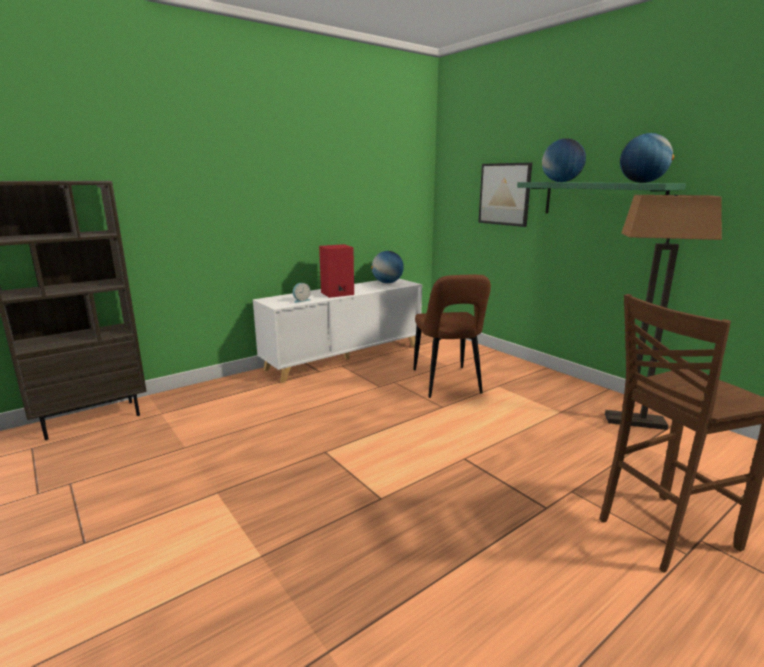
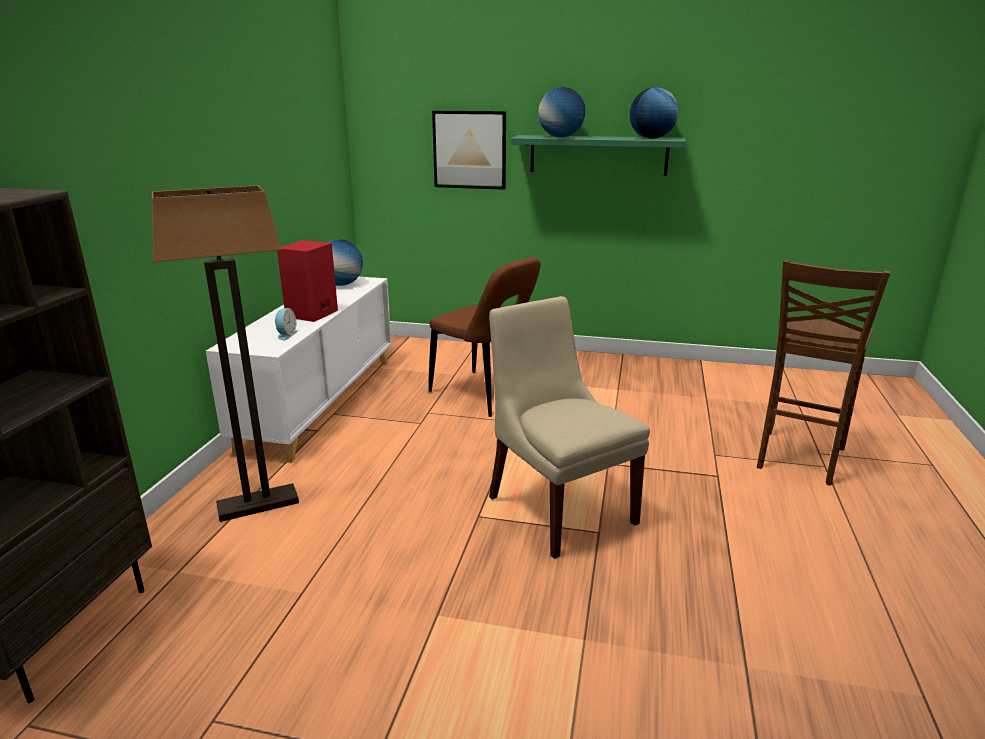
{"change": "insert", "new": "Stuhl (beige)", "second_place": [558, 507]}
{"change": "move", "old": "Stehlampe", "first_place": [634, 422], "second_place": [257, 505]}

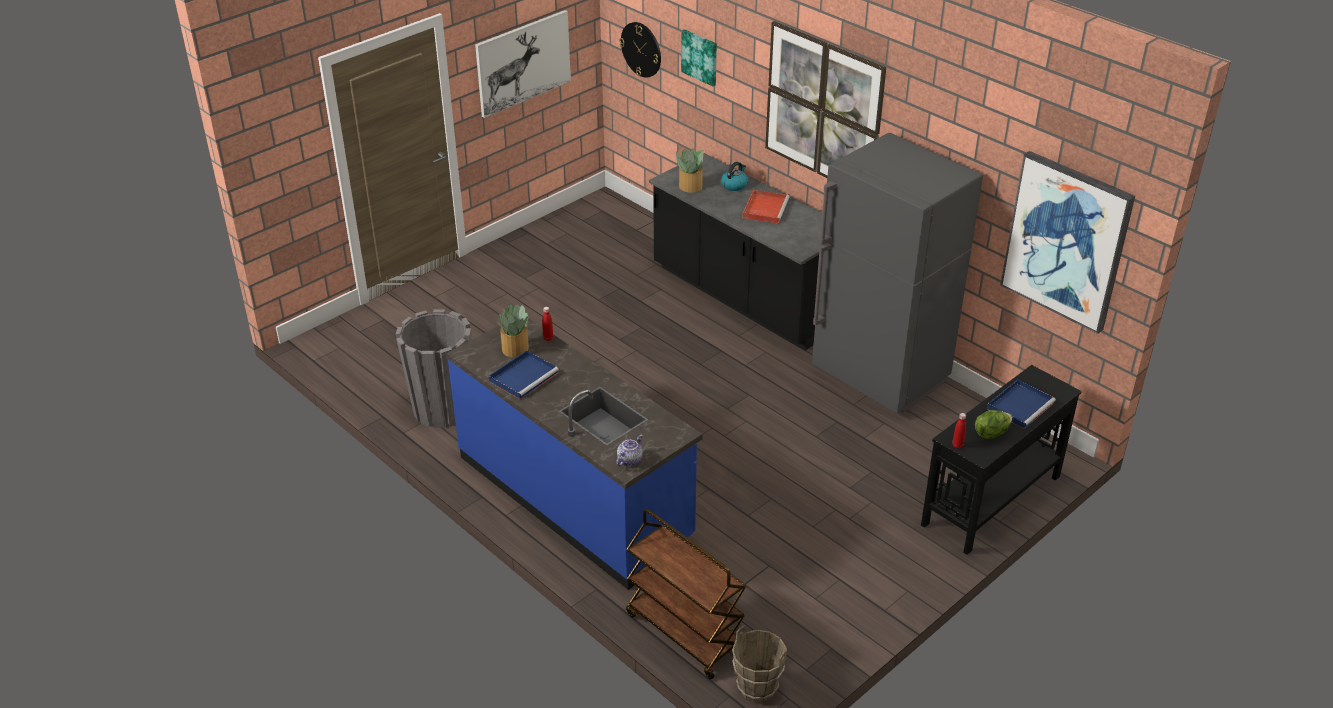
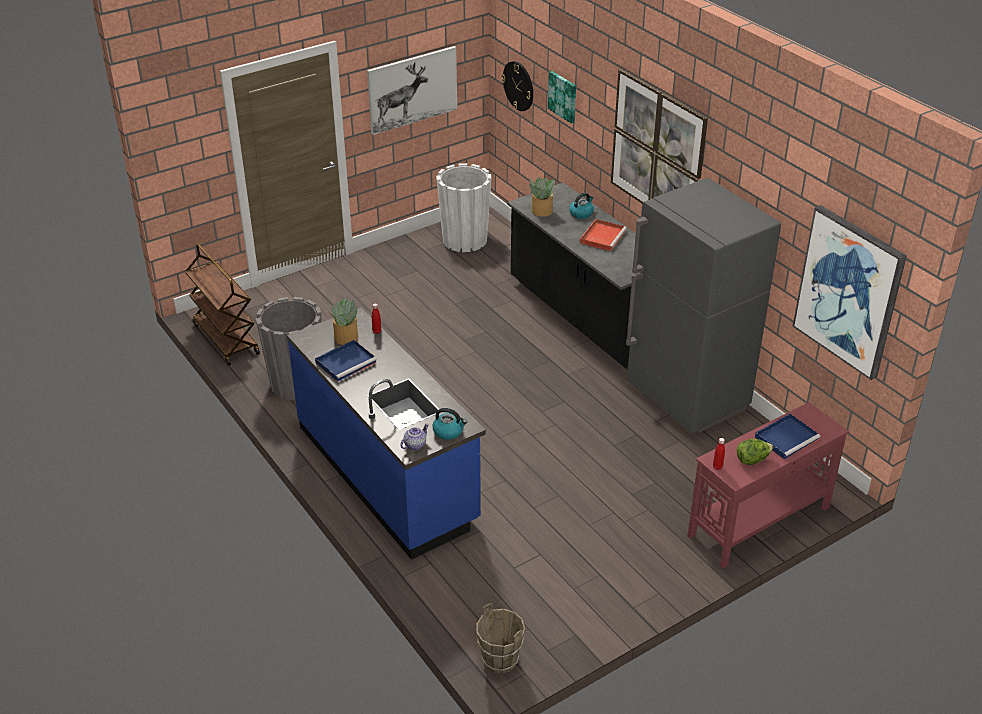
{"change": "insert", "new": "Wasserkessel", "second_place": [448, 431]}
{"change": "insert", "new": "Pflanzkübel (weiß)", "second_place": [464, 240]}
{"change": "move", "old": "Rollwagen (braun)", "first_place": [684, 633], "second_place": [225, 339]}
{"change": "recolor", "old": "Konsolentisch (schwarz)", "new": "Konsolentisch (rot)", "first_place": [990, 500], "second_place": [758, 522]}

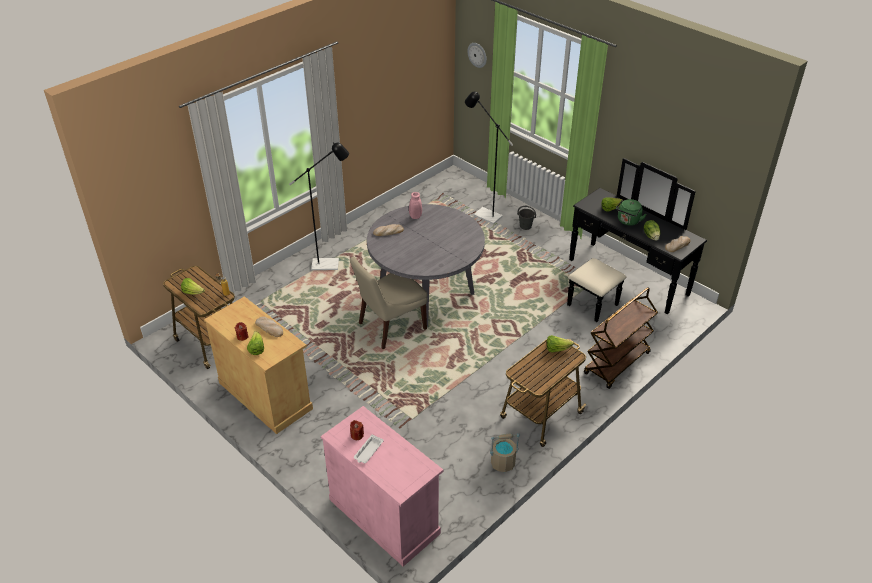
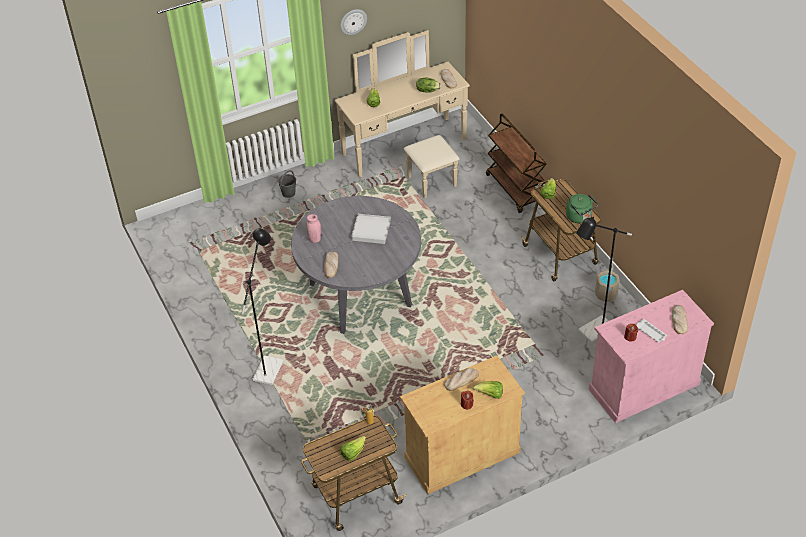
{"change": "delete", "old": "Stuhl (beige)", "first_place": [390, 327]}
{"change": "insert", "new": "Tablett (weiß)", "second_place": [371, 230]}
{"change": "insert", "new": "Brot", "second_place": [679, 320]}
{"change": "move", "old": "Stehlampe (schwarz)", "first_place": [483, 214], "second_place": [591, 332]}
{"change": "move", "old": "Wanduhr", "first_place": [477, 55], "second_place": [353, 21]}
{"change": "move", "old": "Wasserkessel (grün)", "first_place": [628, 221], "second_place": [580, 217]}
{"change": "recolor", "old": "Kommode (schwarz)", "new": "Kommode (beige)", "first_place": [620, 283], "second_place": [411, 154]}

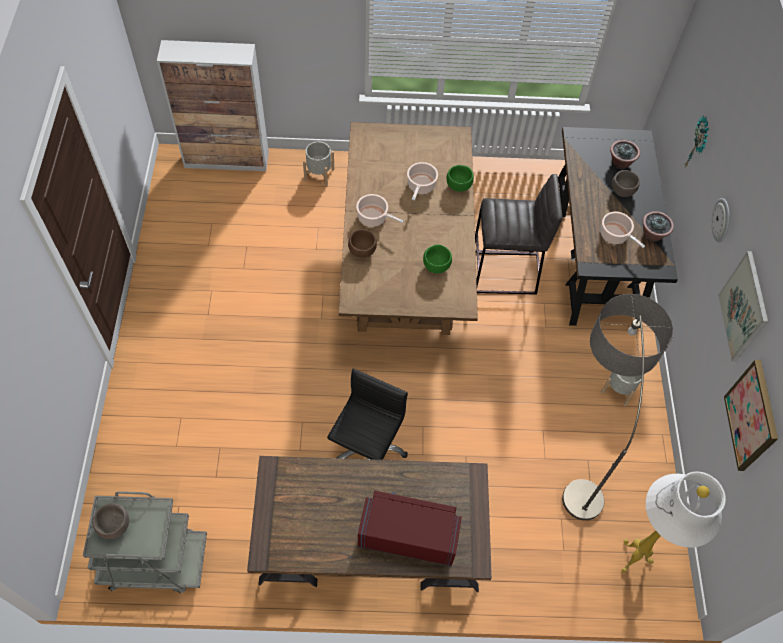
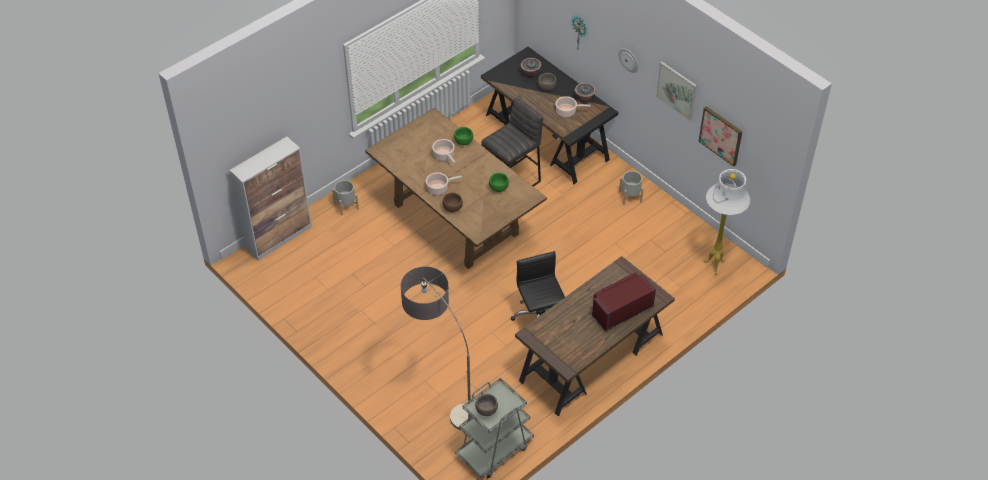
{"change": "move", "old": "Stehlampe", "first_place": [579, 453], "second_place": [441, 395]}

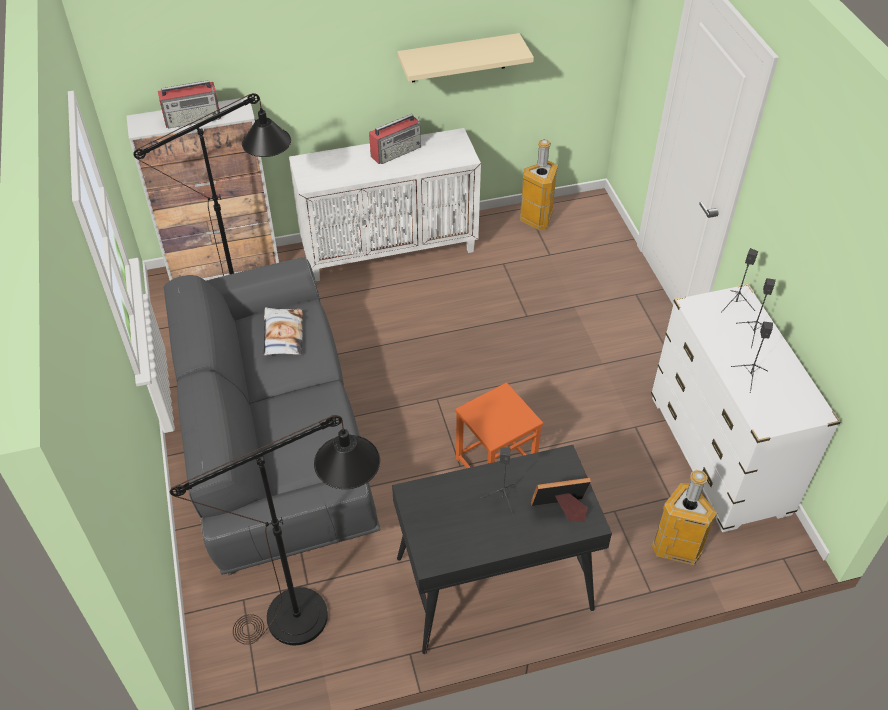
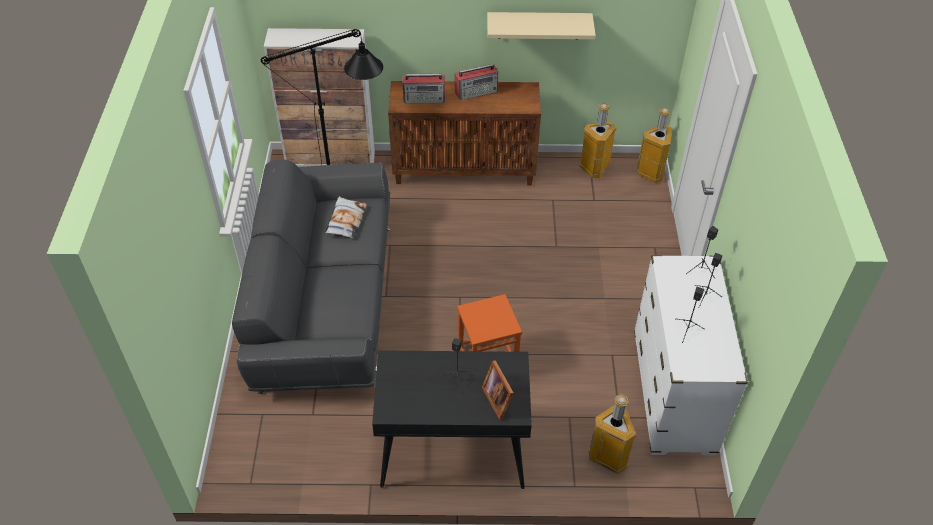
{"change": "delete", "old": "Stehlampe (schwarz)", "first_place": [315, 612]}
{"change": "insert", "new": "Mülleimer", "second_place": [652, 173]}
{"change": "move", "old": "Radio", "first_place": [193, 118], "second_place": [425, 98]}
{"change": "recolor", "old": "Schrank (weiß)", "new": "Schrank (braun)", "first_place": [390, 249], "second_place": [465, 170]}
{"change": "rotate", "old": "Bilderrahmen", "first_place": [561, 509], "second_place": [499, 398], "degrees": -120}

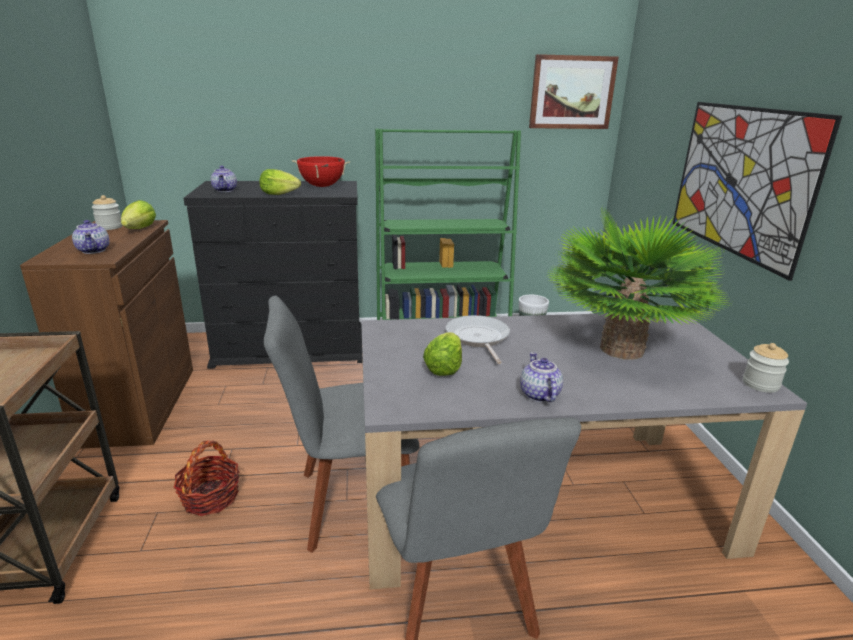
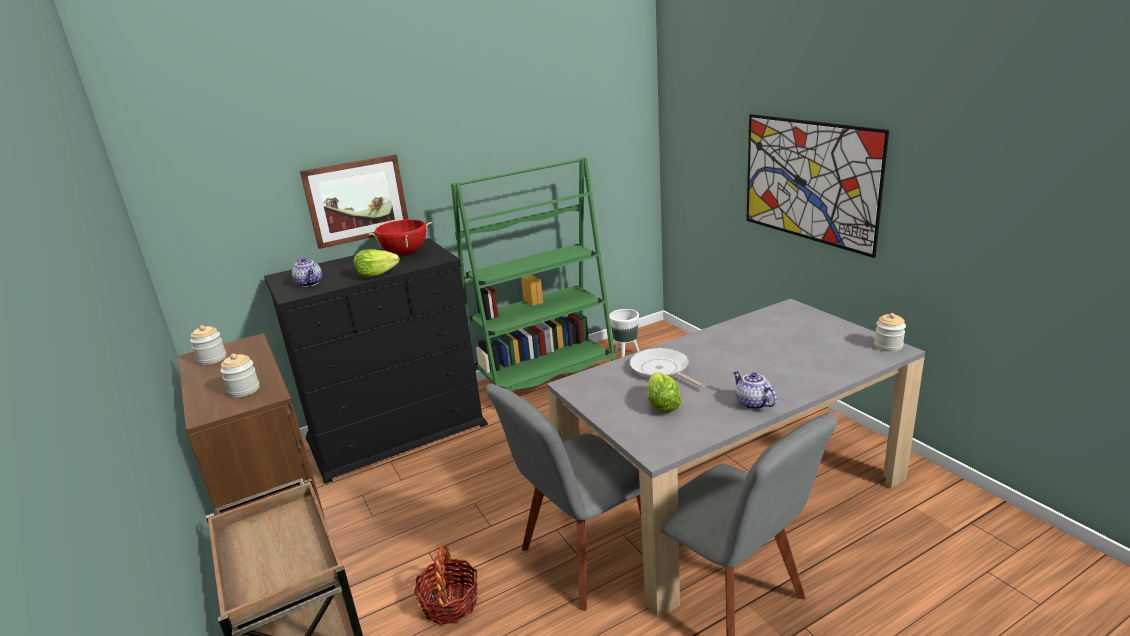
{"change": "delete", "old": "Salatkopf", "first_place": [140, 229]}
{"change": "delete", "old": "Topfpflanze", "first_place": [622, 349]}
{"change": "move", "old": "Bild", "first_place": [572, 92], "second_place": [356, 200]}
{"change": "replace", "old": "Teekanne", "new": "Vorratsglas", "first_place": [94, 250], "second_place": [244, 390]}

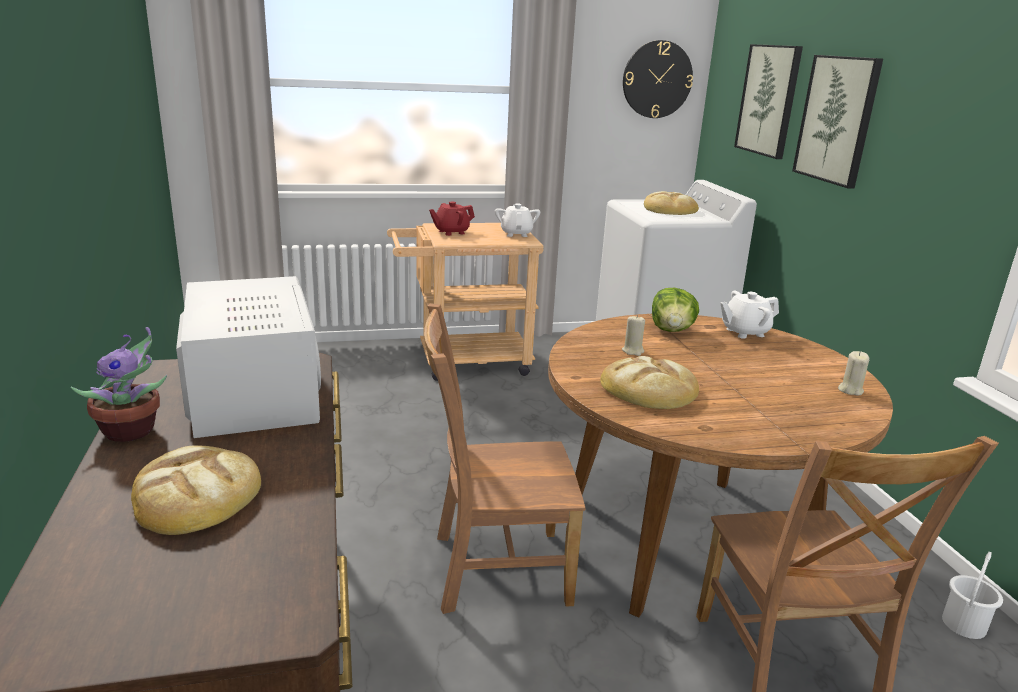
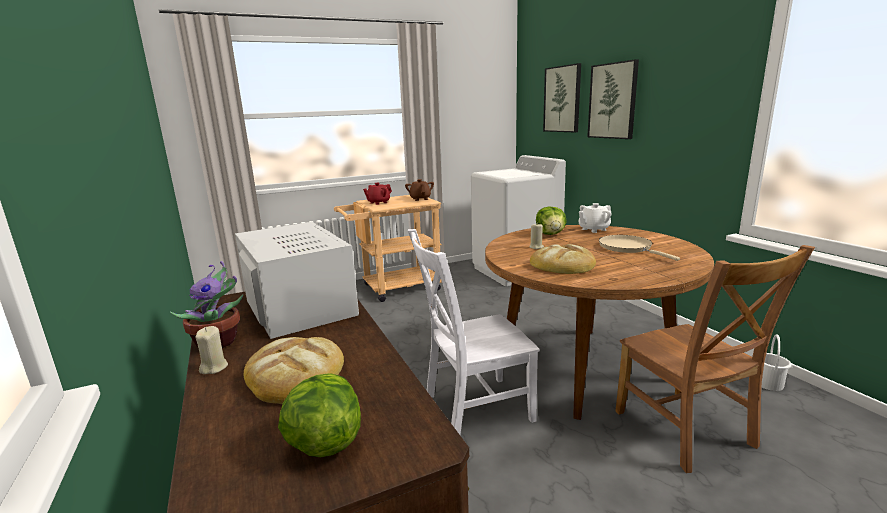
{"change": "delete", "old": "Wanduhr", "first_place": [657, 79]}
{"change": "delete", "old": "Brot", "first_place": [669, 209]}
{"change": "insert", "new": "Salatkopf", "second_place": [324, 443]}
{"change": "insert", "new": "Pfanne (beige)", "second_place": [628, 248]}
{"change": "move", "old": "Kerze (beige)", "first_place": [850, 390], "second_place": [214, 367]}
{"change": "recolor", "old": "Stuhl (braun)", "new": "Stuhl (weiß)", "first_place": [494, 569], "second_place": [473, 409]}
{"change": "recolor", "old": "Teekanne (weiß)", "new": "Teekanne (braun)", "first_place": [516, 234], "second_place": [420, 199]}

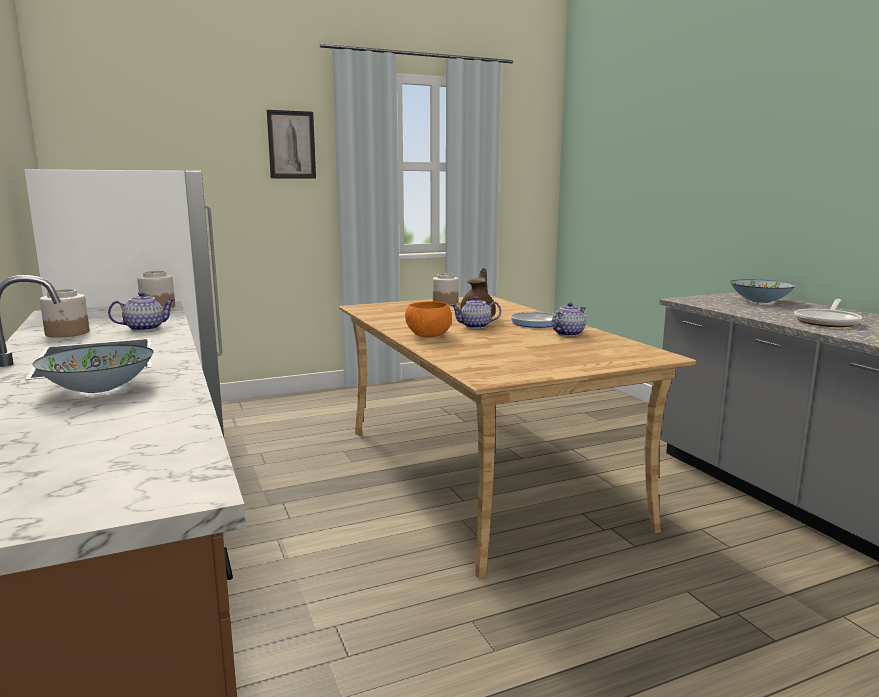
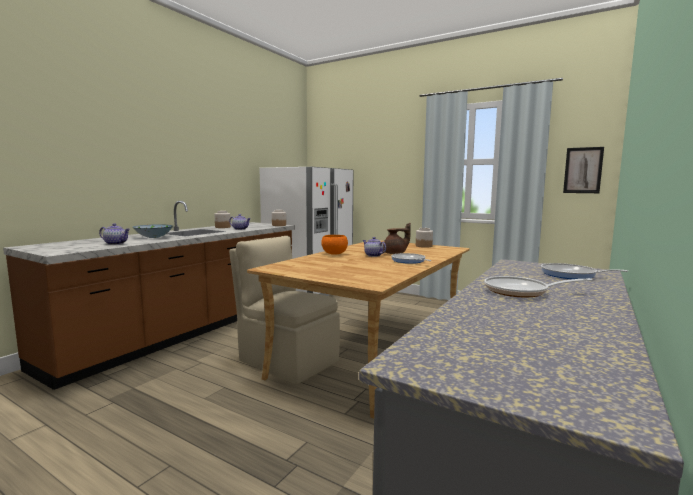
{"change": "insert", "new": "Stuhl (beige)", "second_place": [287, 360]}
{"change": "move", "old": "Bild", "first_place": [291, 145], "second_place": [583, 170]}
{"change": "move", "old": "Teekanne", "first_place": [567, 334], "second_place": [116, 243]}
{"change": "replace", "old": "Schüssel", "new": "Pfanne", "first_place": [760, 301], "second_place": [571, 275]}

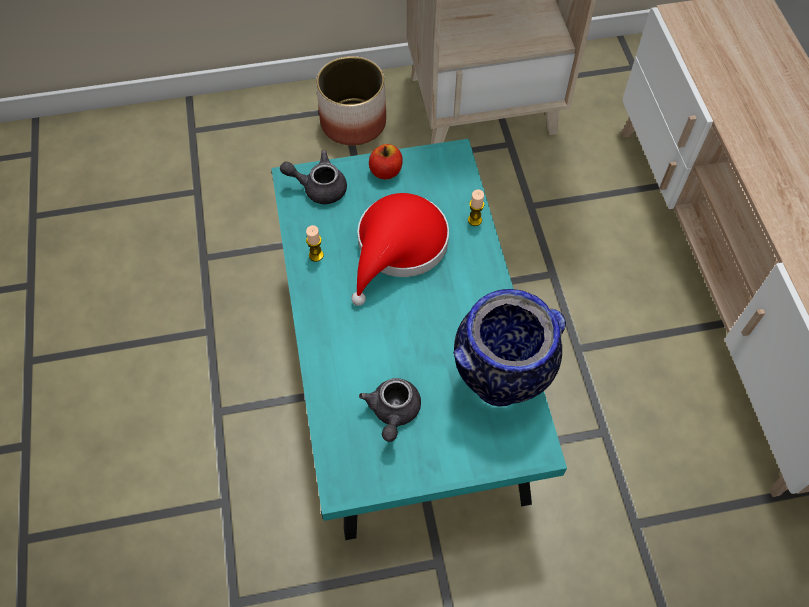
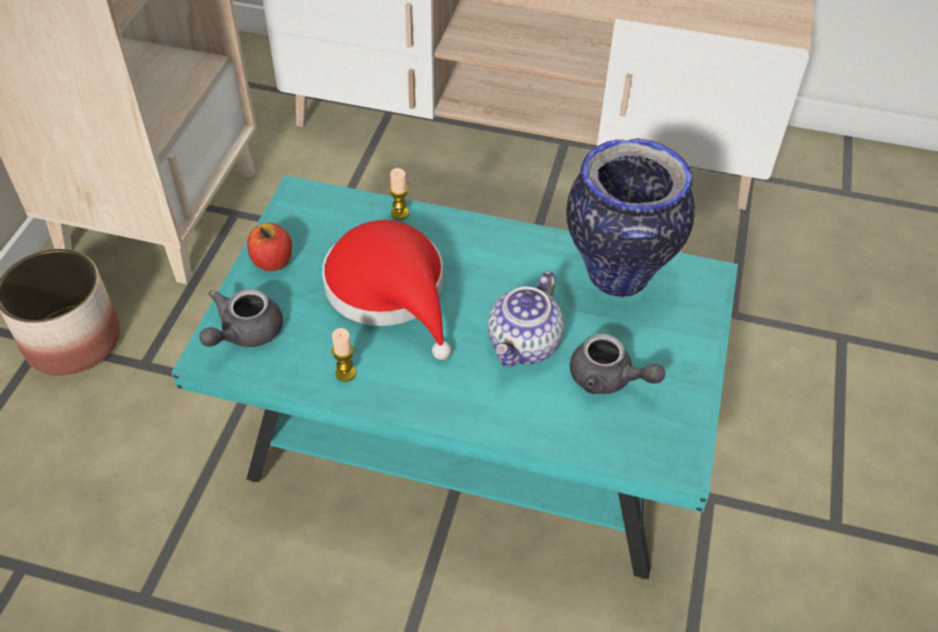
{"change": "insert", "new": "Teekanne", "second_place": [524, 345]}

